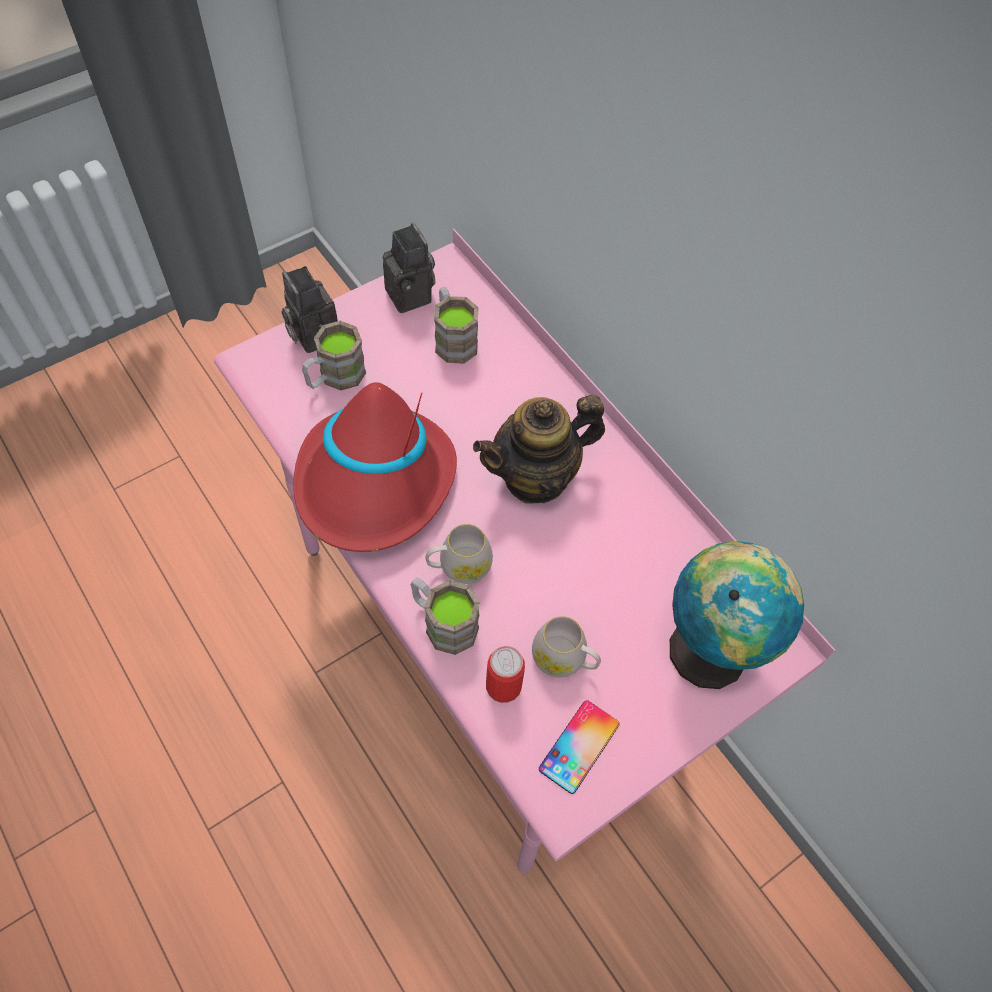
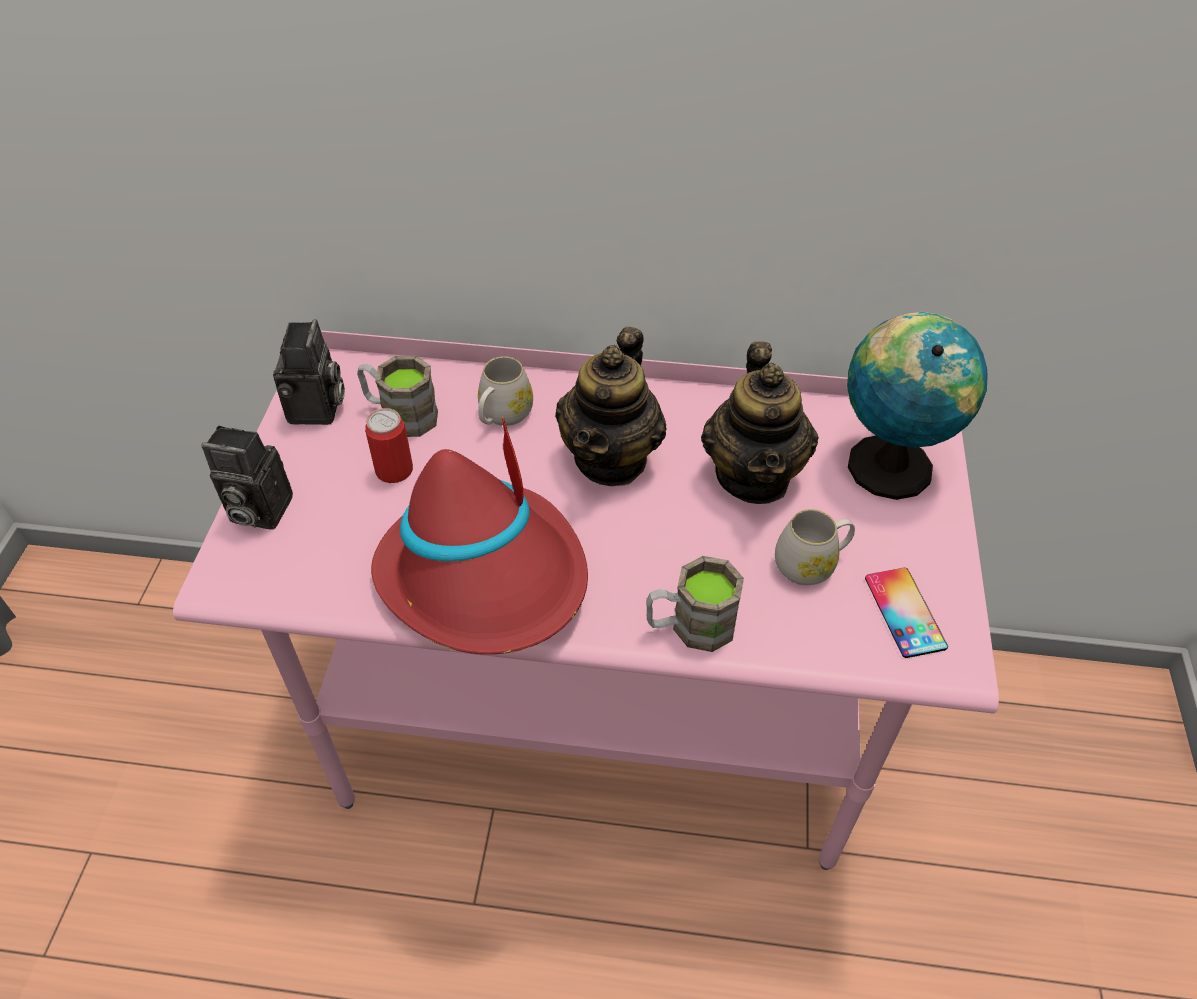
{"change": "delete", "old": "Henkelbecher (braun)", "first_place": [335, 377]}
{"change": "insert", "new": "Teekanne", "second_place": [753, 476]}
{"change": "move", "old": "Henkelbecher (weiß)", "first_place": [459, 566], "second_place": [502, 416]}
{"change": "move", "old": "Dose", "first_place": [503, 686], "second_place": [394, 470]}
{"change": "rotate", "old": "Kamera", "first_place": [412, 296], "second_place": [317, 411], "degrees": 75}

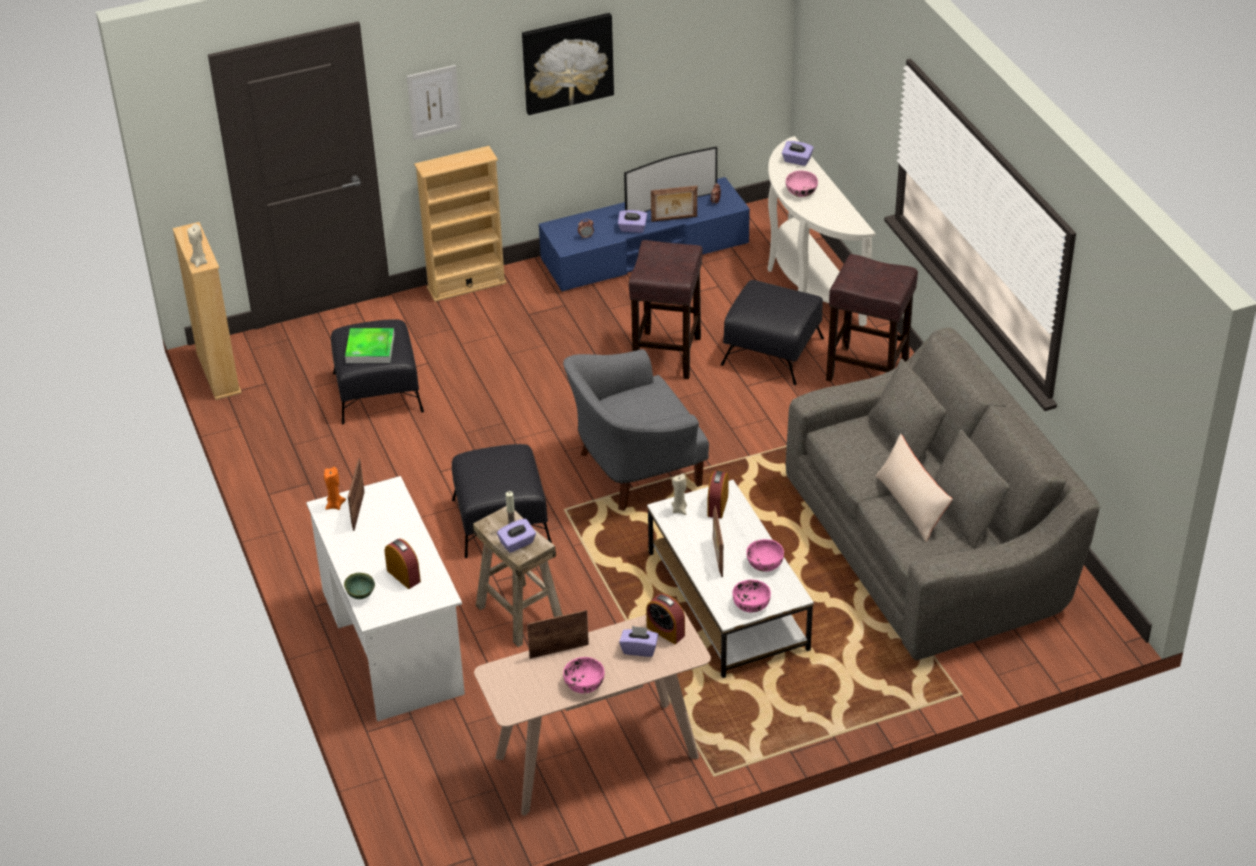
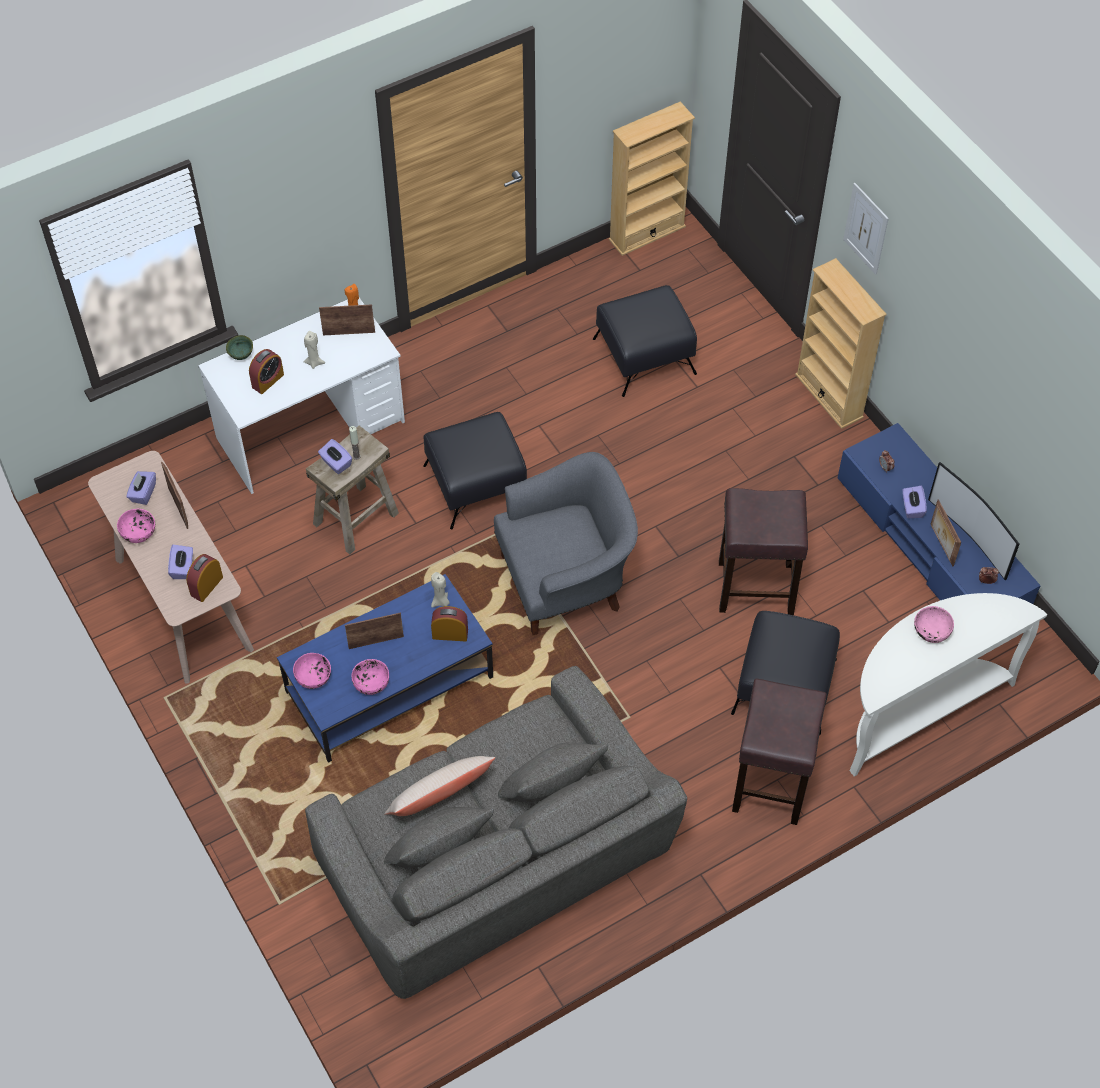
{"change": "delete", "old": "Tablett", "first_place": [370, 348]}
{"change": "delete", "old": "Bild", "first_place": [567, 62]}
{"change": "move", "old": "Kerze (beige)", "first_place": [199, 262], "second_place": [314, 362]}
{"change": "move", "old": "Taschentuchbox (lila)", "first_place": [797, 160], "second_place": [143, 493]}
{"change": "recolor", "old": "Couchtisch (weiß)", "new": "Couchtisch (blau)", "first_place": [728, 601], "second_place": [390, 685]}
{"change": "rotate", "old": "Sessel (grau)", "first_place": [634, 470], "second_place": [566, 582], "degrees": 105}

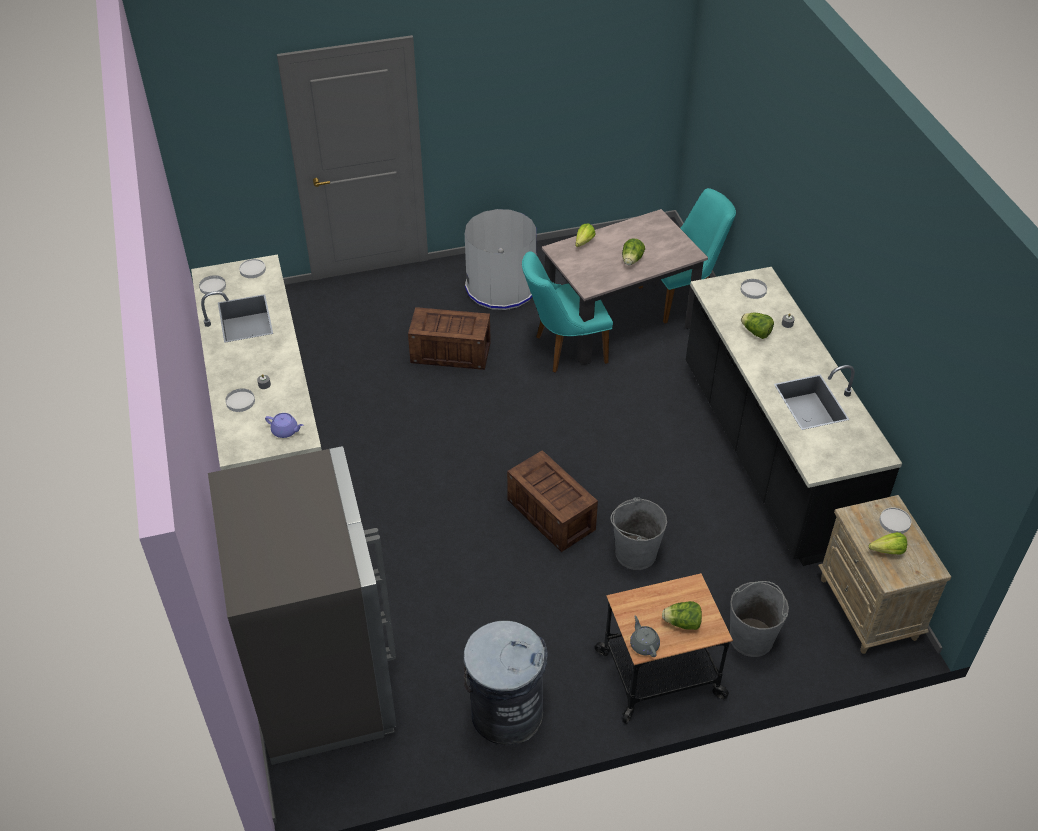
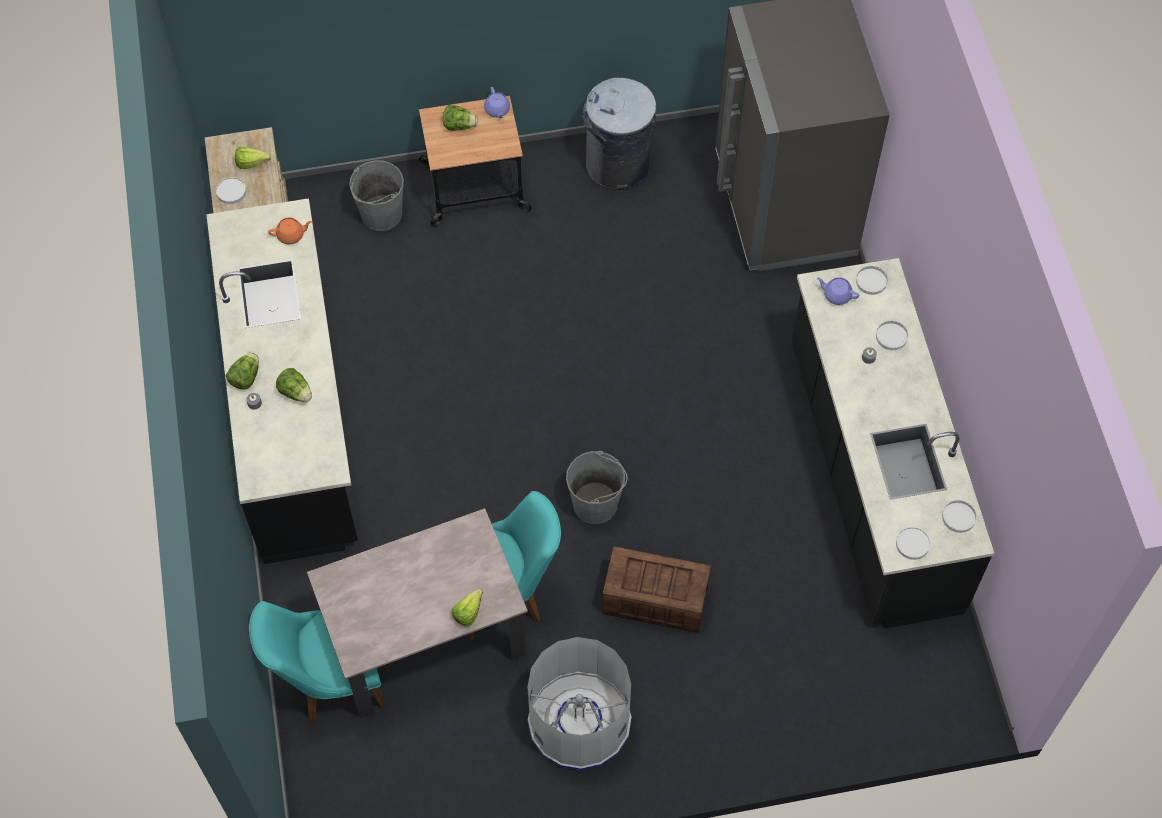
{"change": "delete", "old": "Kiste", "first_place": [552, 515]}
{"change": "insert", "new": "Teekanne (orange)", "second_place": [291, 235]}
{"change": "move", "old": "Eimer (grau)", "first_place": [635, 553], "second_place": [595, 504]}
{"change": "move", "old": "Salatkopf", "first_place": [631, 260], "second_place": [245, 377]}
{"change": "move", "old": "Teller (weiß)", "first_place": [753, 290], "second_place": [871, 281]}
{"change": "recolor", "old": "Teekanne (grau)", "new": "Teekanne (lila)", "first_place": [644, 644], "second_place": [497, 110]}

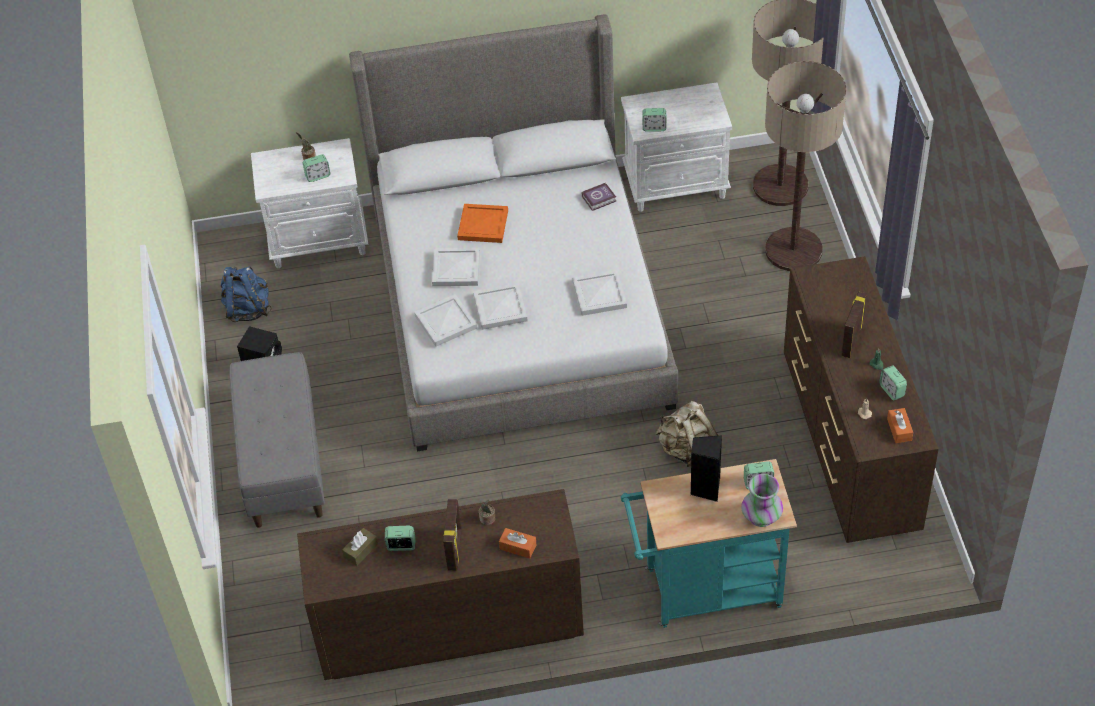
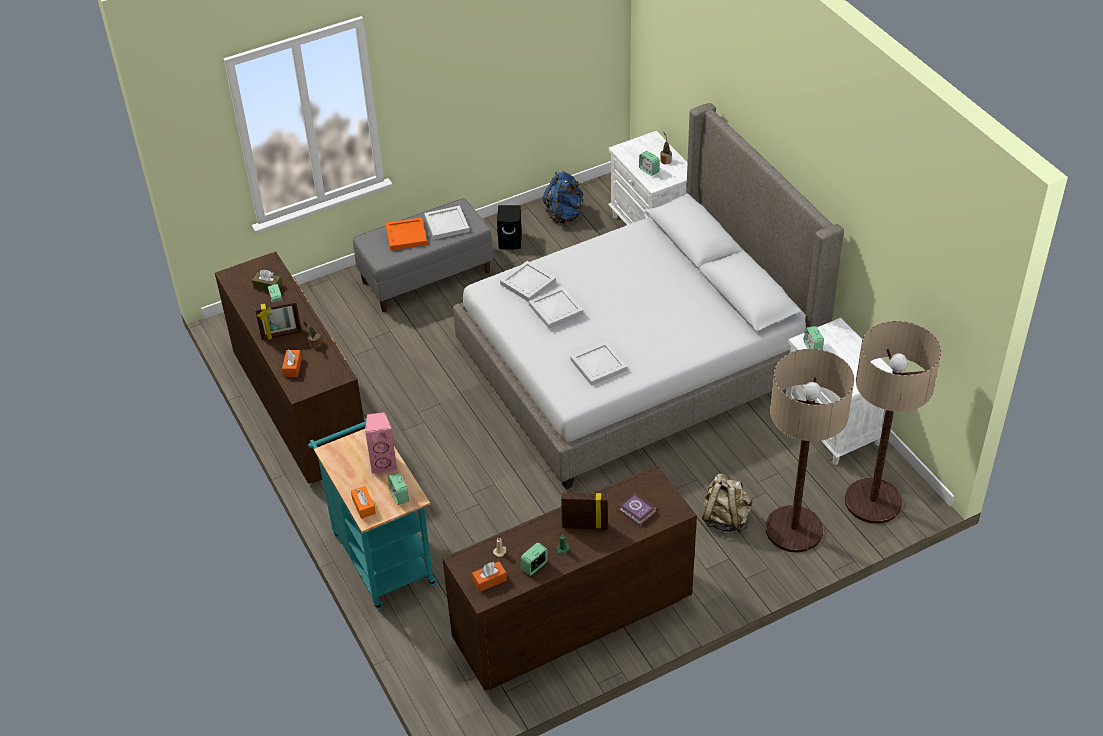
{"change": "move", "old": "Tablett (weiß)", "first_place": [455, 268], "second_place": [447, 224]}
{"change": "move", "old": "Tablett (orange)", "first_place": [482, 224], "second_place": [407, 235]}
{"change": "move", "old": "Buch", "first_place": [600, 199], "second_place": [637, 512]}
{"change": "move", "old": "Rucksack (beige)", "first_place": [686, 449], "second_place": [725, 518]}
{"change": "replace", "old": "Vase", "new": "Taschentuchbox (orange)", "first_place": [761, 517], "second_place": [363, 506]}
{"change": "recolor", "old": "Lautsprecher (schwarz)", "new": "Lautsprecher (rosa)", "first_place": [705, 488], "second_place": [383, 464]}

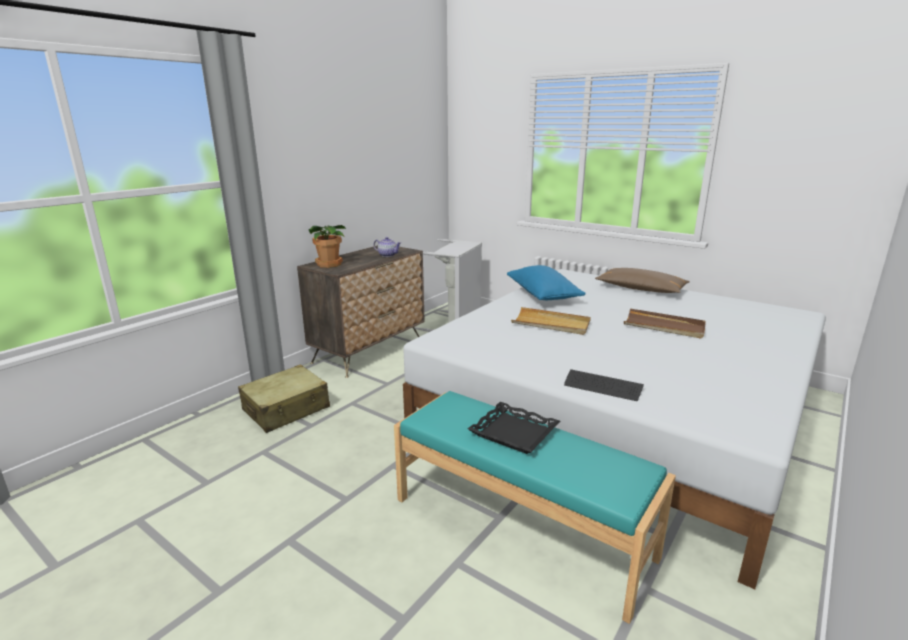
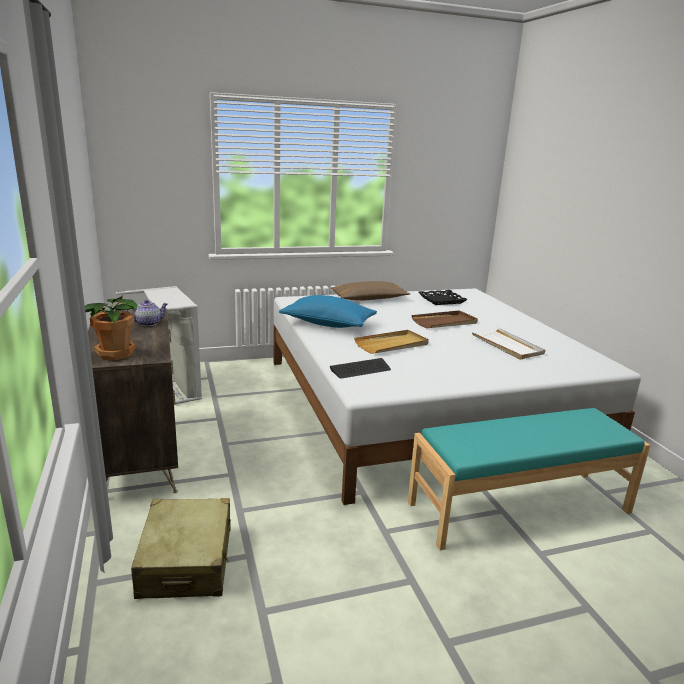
{"change": "insert", "new": "Tablett (weiß)", "second_place": [507, 346]}
{"change": "move", "old": "Tablett (schwarz)", "first_place": [514, 432], "second_place": [441, 300]}
{"change": "move", "old": "Tastatur", "first_place": [602, 386], "second_place": [360, 369]}

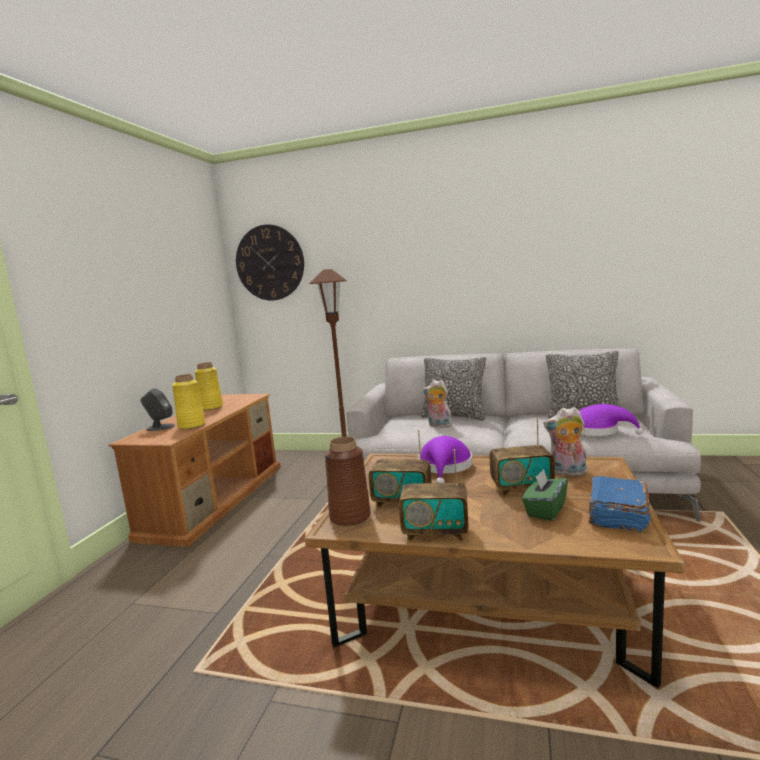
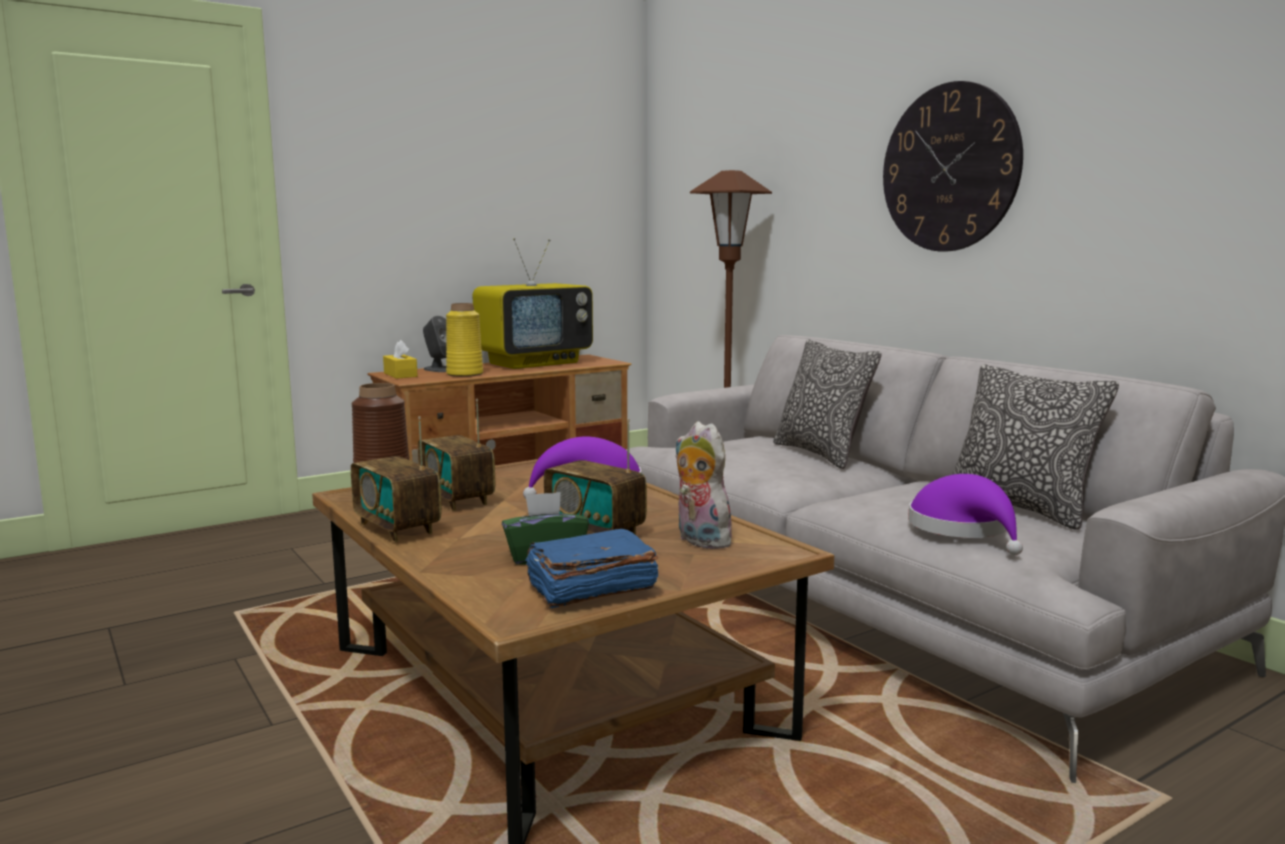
{"change": "delete", "old": "Plüschtier", "first_place": [438, 425]}
{"change": "insert", "new": "Taschentuchbox (gelb)", "second_place": [400, 375]}
{"change": "move", "old": "Wanduhr", "first_place": [270, 263], "second_place": [949, 168]}
{"change": "replace", "old": "Vase (gelb)", "new": "Fernseher", "first_place": [211, 407], "second_place": [534, 363]}

